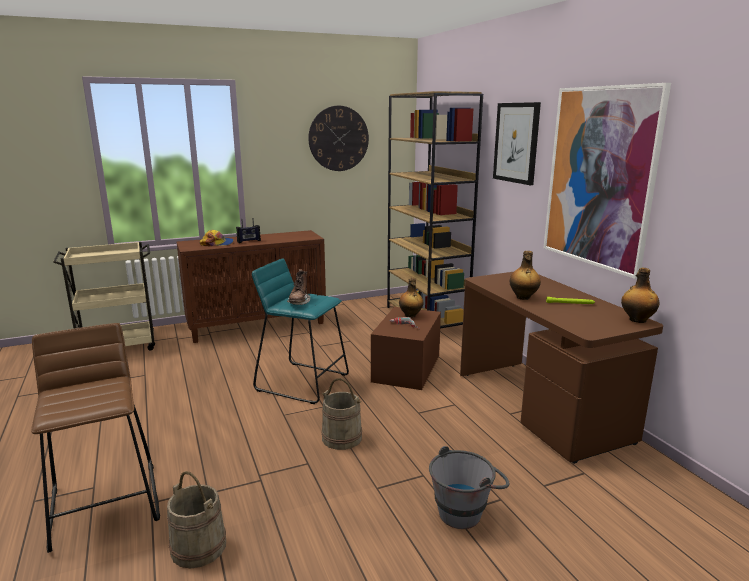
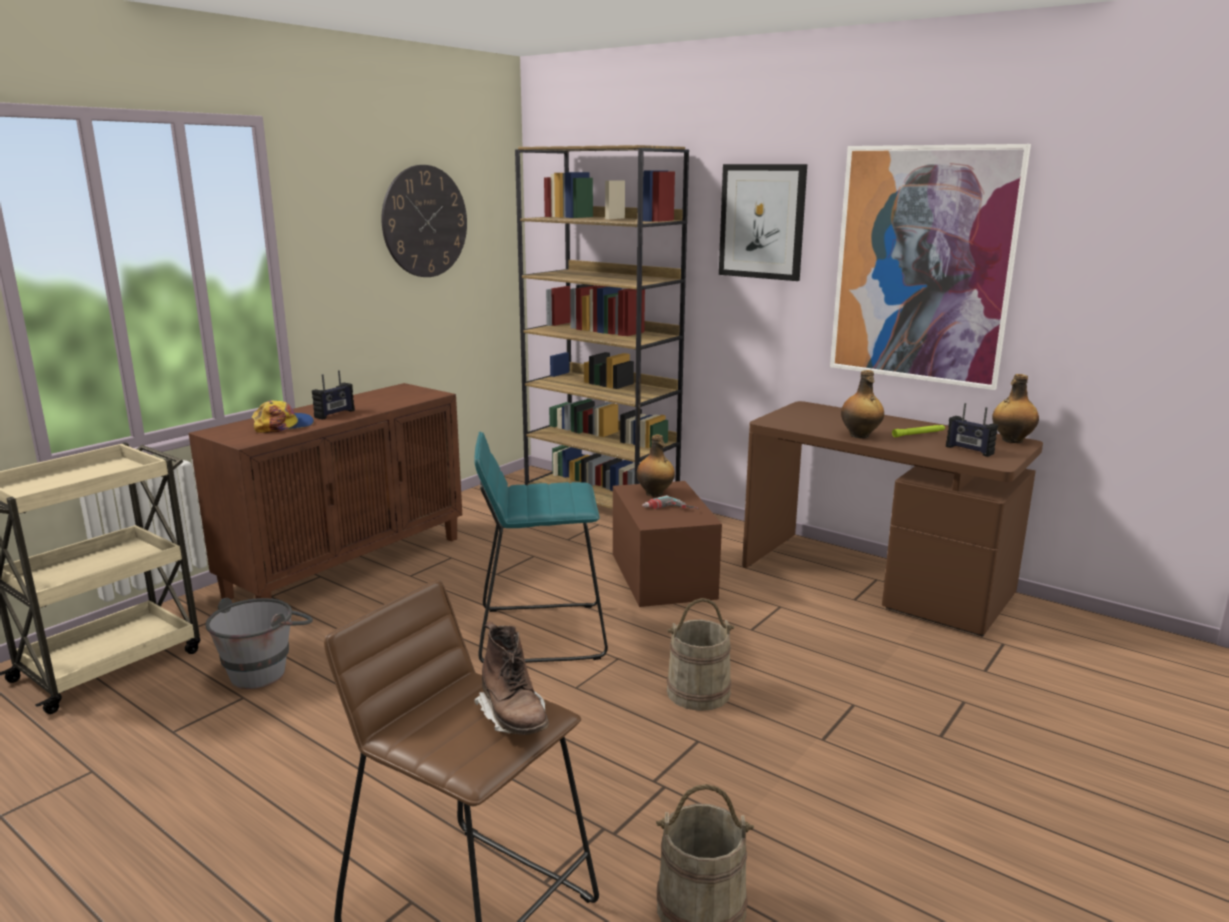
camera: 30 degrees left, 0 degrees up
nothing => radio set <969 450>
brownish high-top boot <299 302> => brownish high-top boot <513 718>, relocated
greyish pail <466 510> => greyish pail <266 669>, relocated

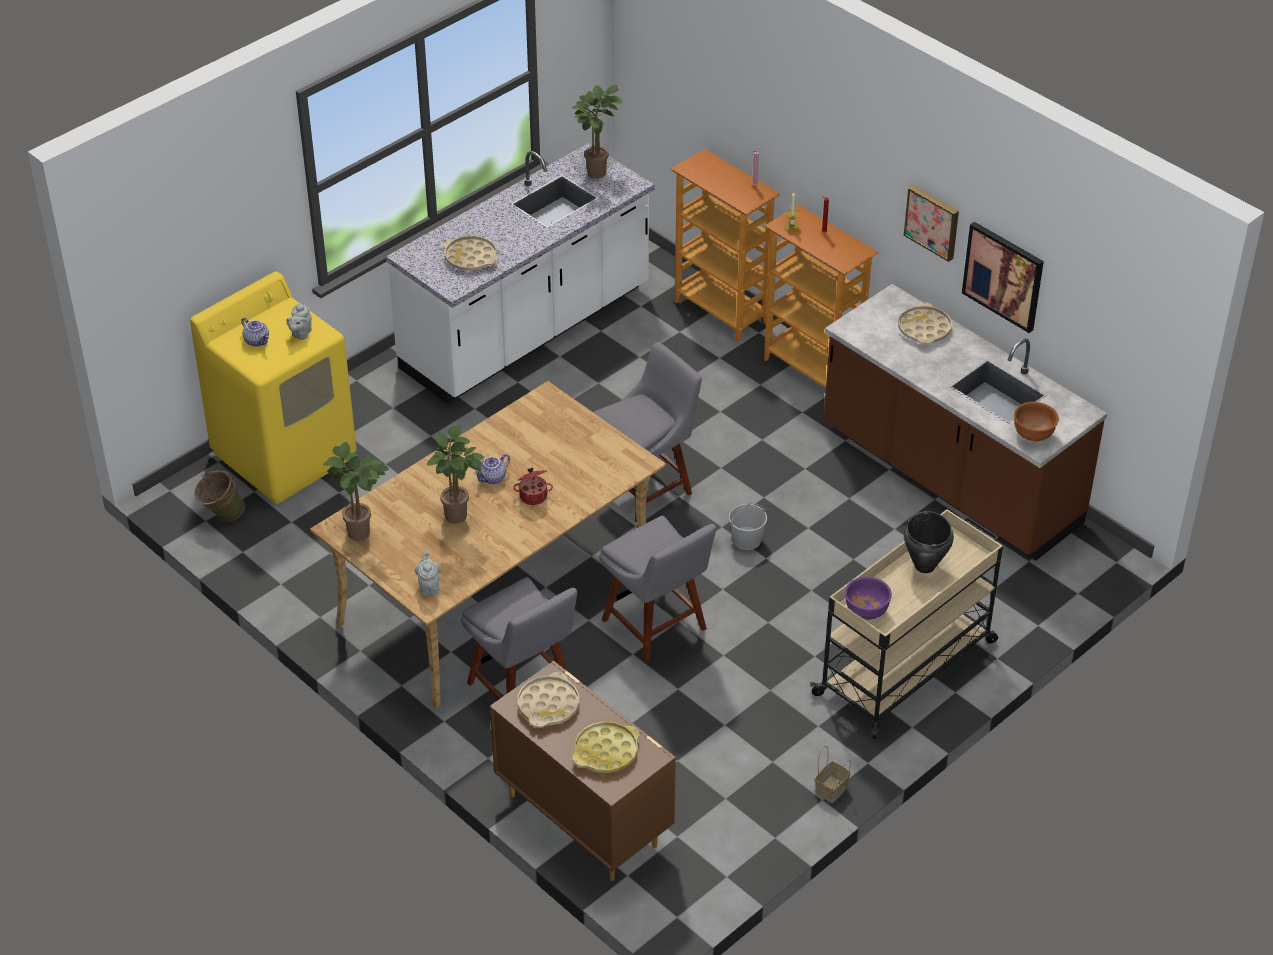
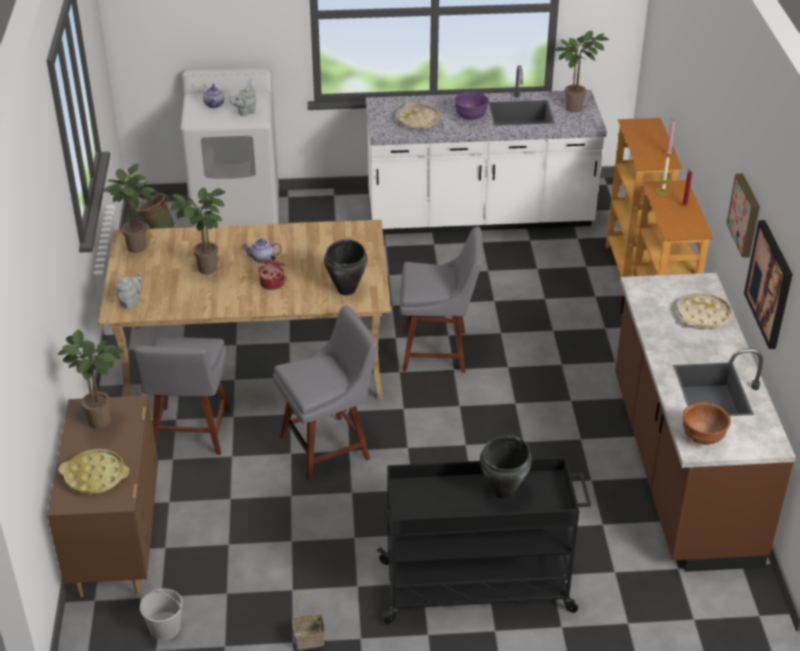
camera: 40 degrees right, 5 degrees down
nothing => blackish stockpot <347 290>
white-coloured pail <746 540> => white-coloured pail <164 627>, relocated
purple-coloured serving bowl <866 611> => purple-coloured serving bowl <471 117>, relocated
beige tray <548 705> => plant in a pot <103 422>
yellowish washing machine <285 454> => white-coloured washing machine <238 215>
beige trolley <907 667> => blackish trolley <478 586>
greyish plain chair <657 627> => greyish plain chair <329 446>, 120 degrees counterclockwise

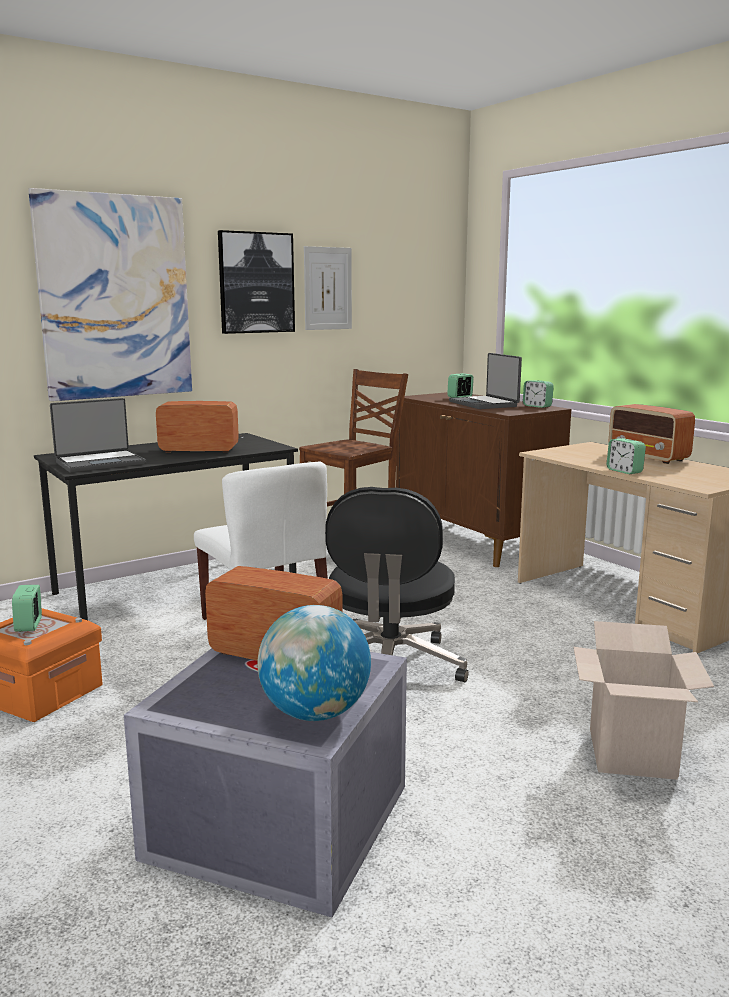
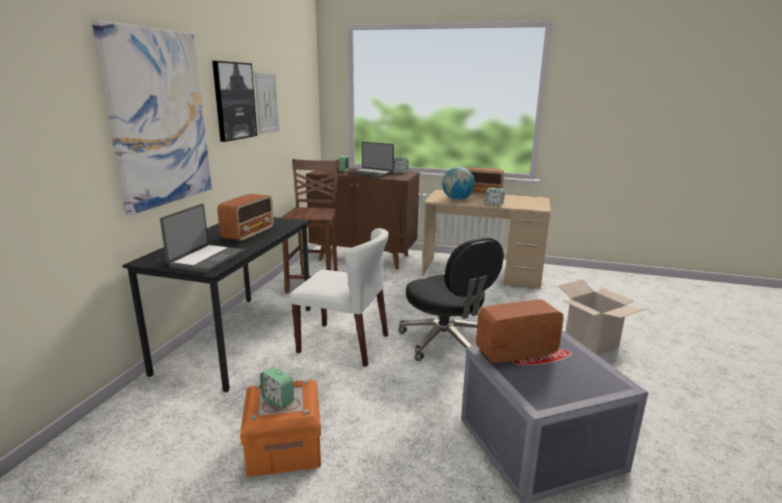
camera: 40 degrees left, 5 degrees up
desk globe <315 713> => desk globe <457 199>, relocated
radio set <198 450> => radio set <249 234>, 150 degrees clockwise

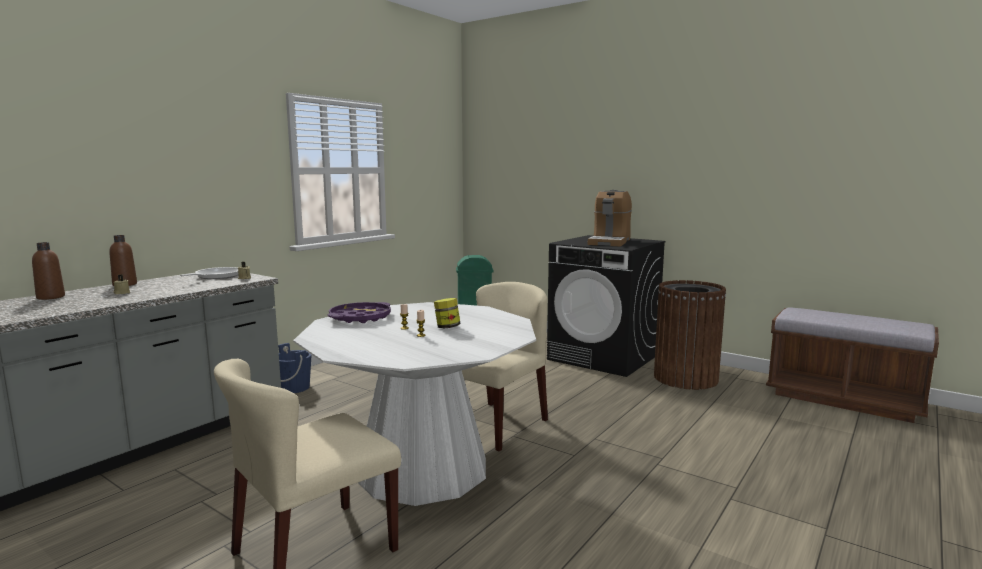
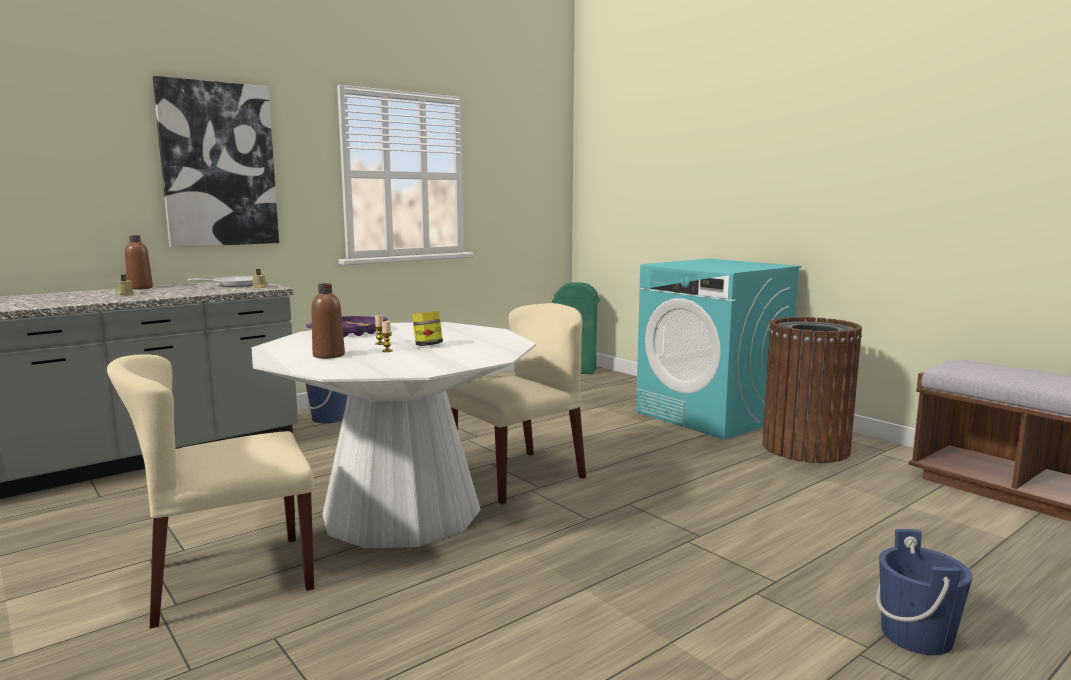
camera: 15 degrees right, 0 degrees up
coffee brewer <609 242> => nothing
nothing => wall picture <218 165>
nothing => bluish pail <916 635>
brownish beverage bottle <50 297> => brownish beverage bottle <328 355>, relocated
blackish washing machine <603 357> => turquoise washing machine <712 415>

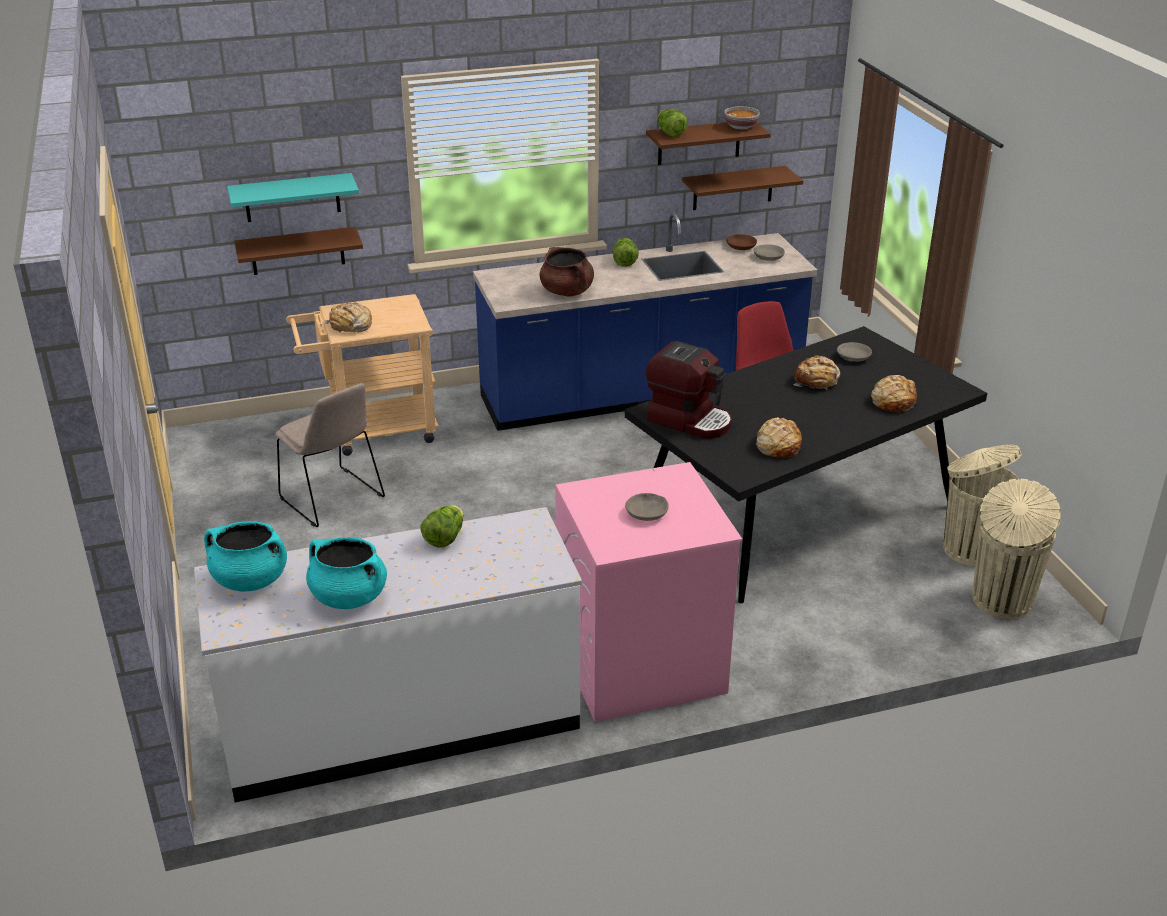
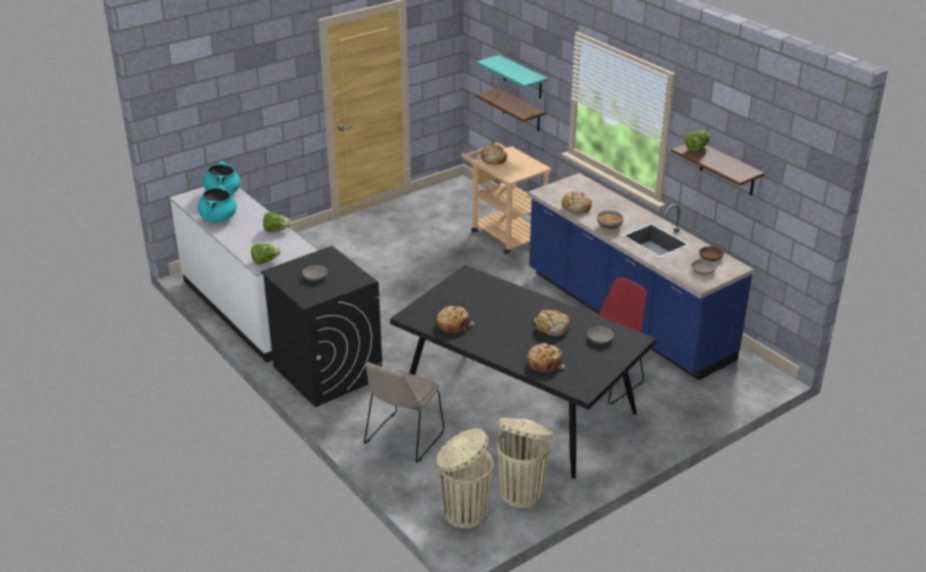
camera: 70 degrees right, 0 degrees up
coffee brewer <690 420> => nothing
brownish bracket shelf <733 188> => nothing
beige plain chair <333 499> => beige plain chair <403 439>, relocated
lettuce <624 262> => lettuce <265 261>, relocated
serving bowl <741 126> => serving bowl <609 226>, relocated
brownish stockpot <567 292> => baked bread <575 207>
pink-coloured washing machine <639 665> => blackish washing machine <327 371>

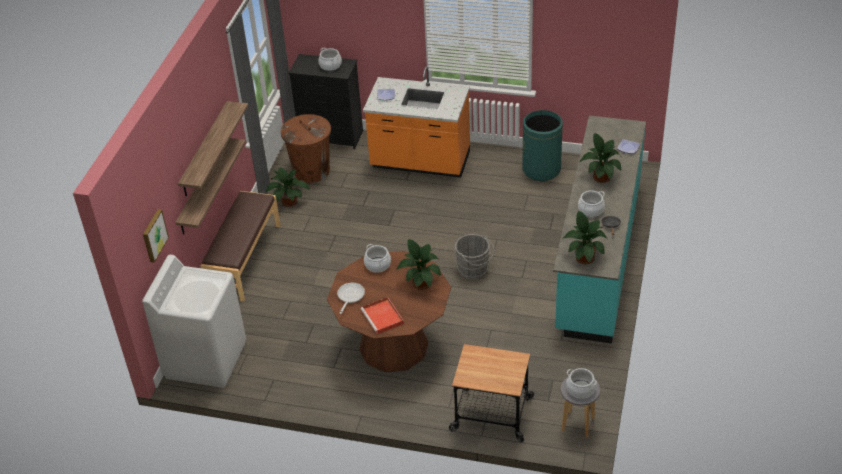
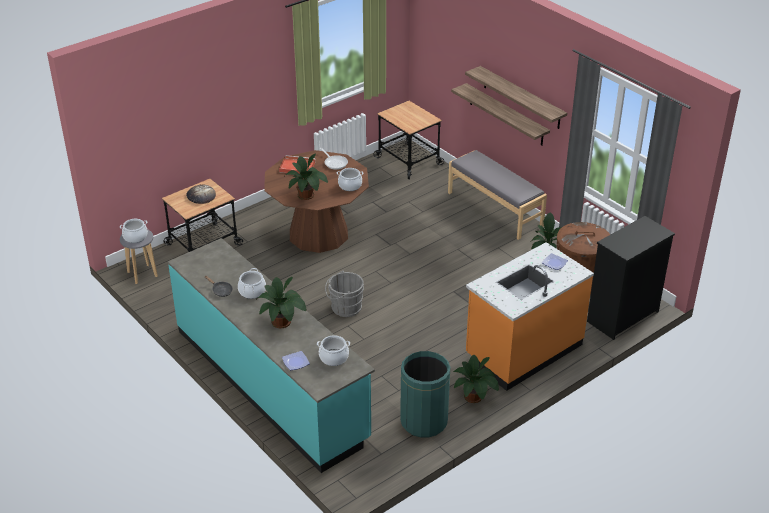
camera: 125 degrees right, 5 degrees down
wall picture <153 235> => nothing
nothing => baked bread <201 196>
stockpot <330 65> => stockpot <334 358>, relocated
plant in a pot <584 256> => plant in a pot <474 397>, relocated
white-coloured washing machine <205 359> => trolley <409 160>
brownish bench <244 259> => greyish bench <495 209>

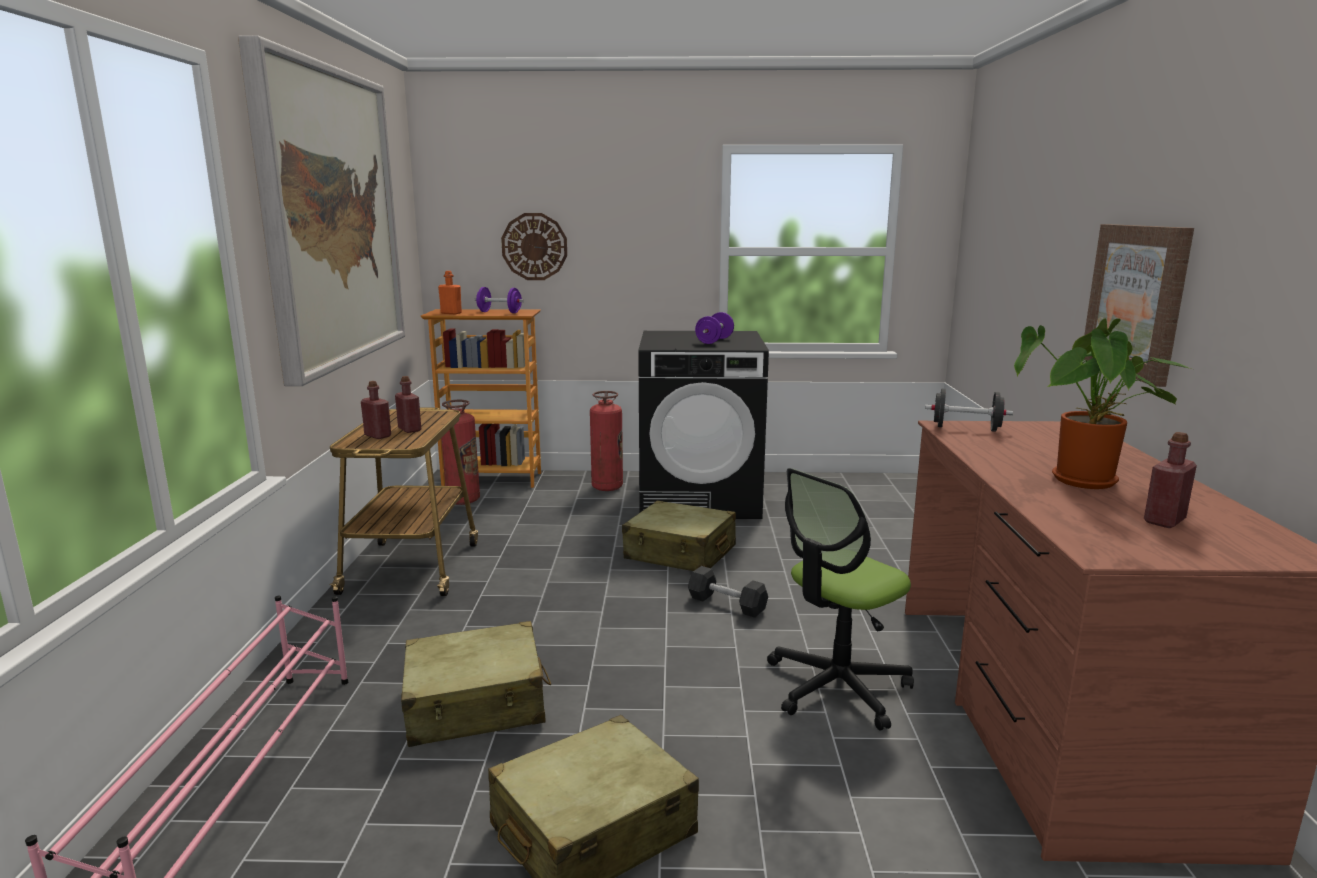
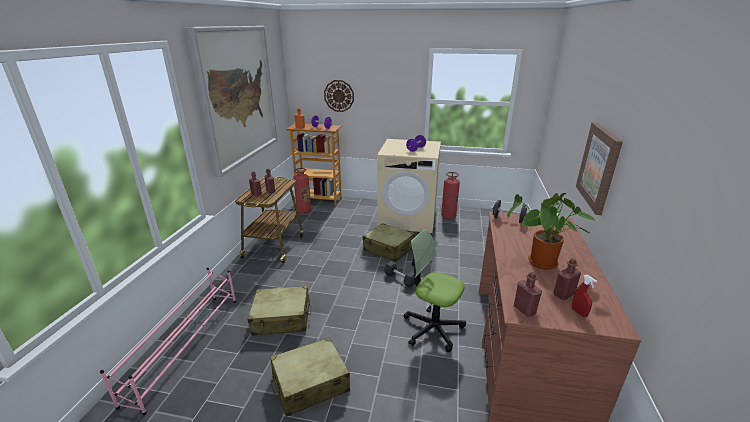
camera: 10 degrees right, 10 degrees up
nothing => red-coloured beverage bottle <524 310>
nothing => red-coloured hand sprayer <579 312>
extinguisher <607 487> => extinguisher <448 216>, relocated
blackish washing machine <700 498> => beige washing machine <408 218>
desk chair <837 687> => desk chair <432 328>, 60 degrees clockwise

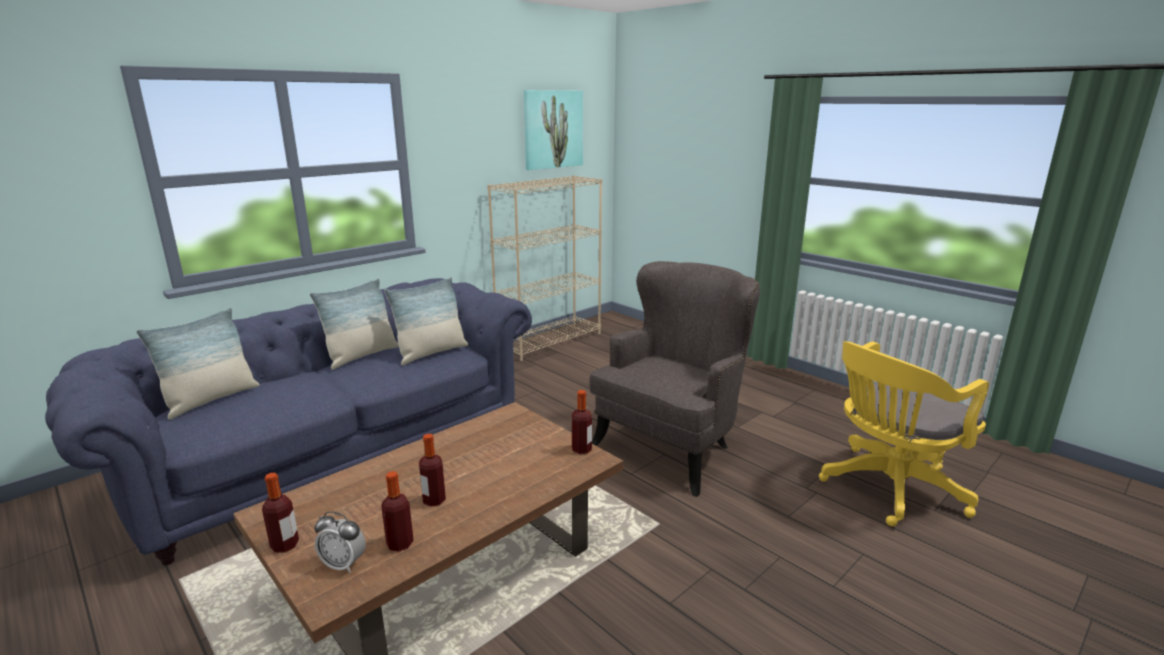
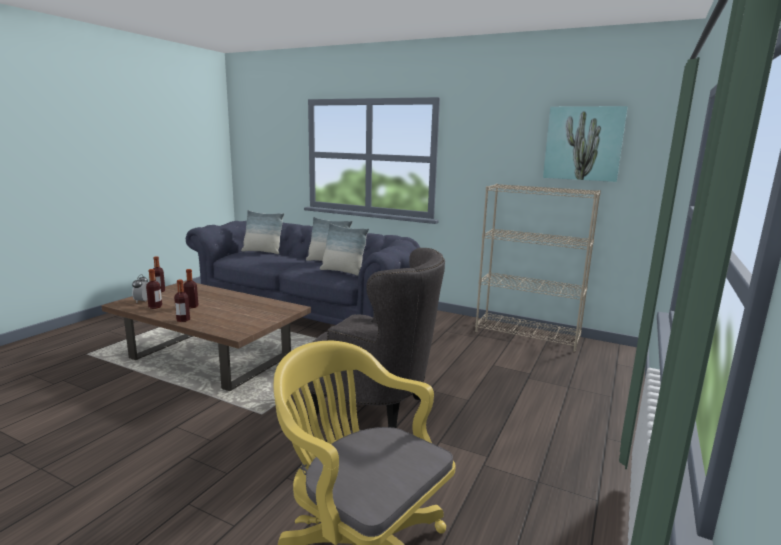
camera: 70 degrees right, 5 degrees down
beverage bottle <581 449> => beverage bottle <183 320>, relocated

